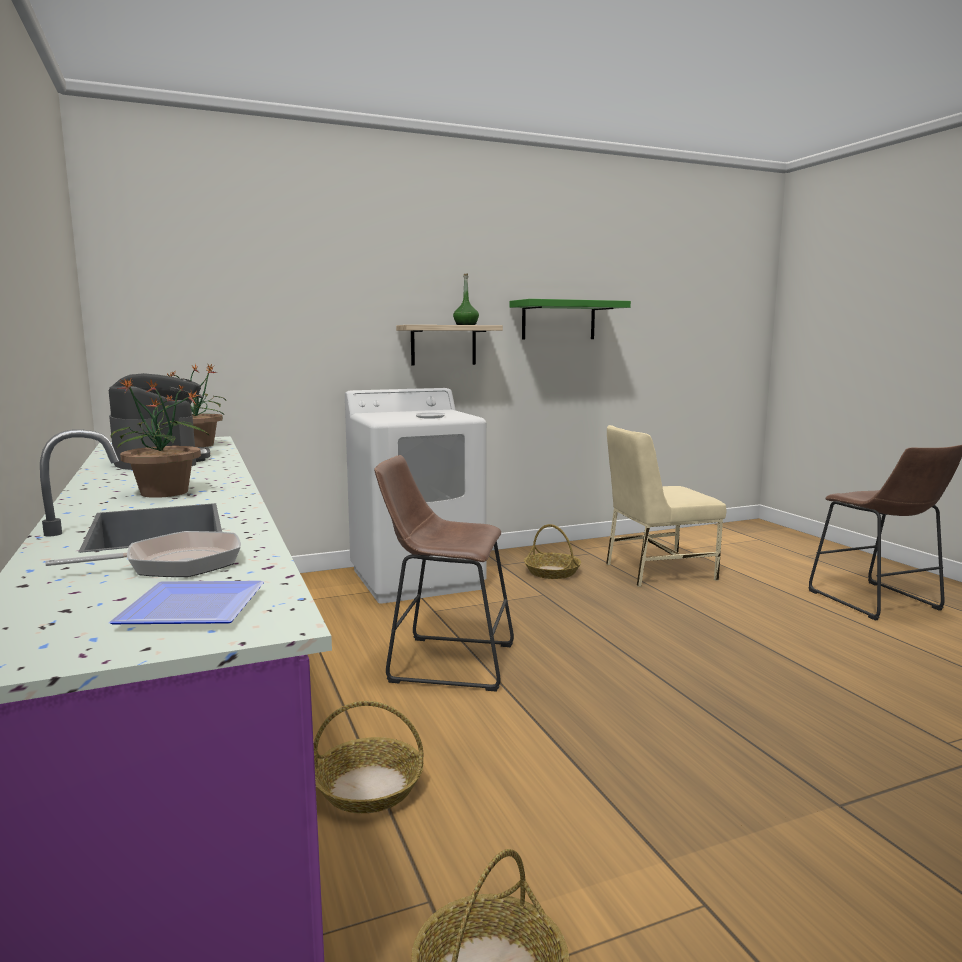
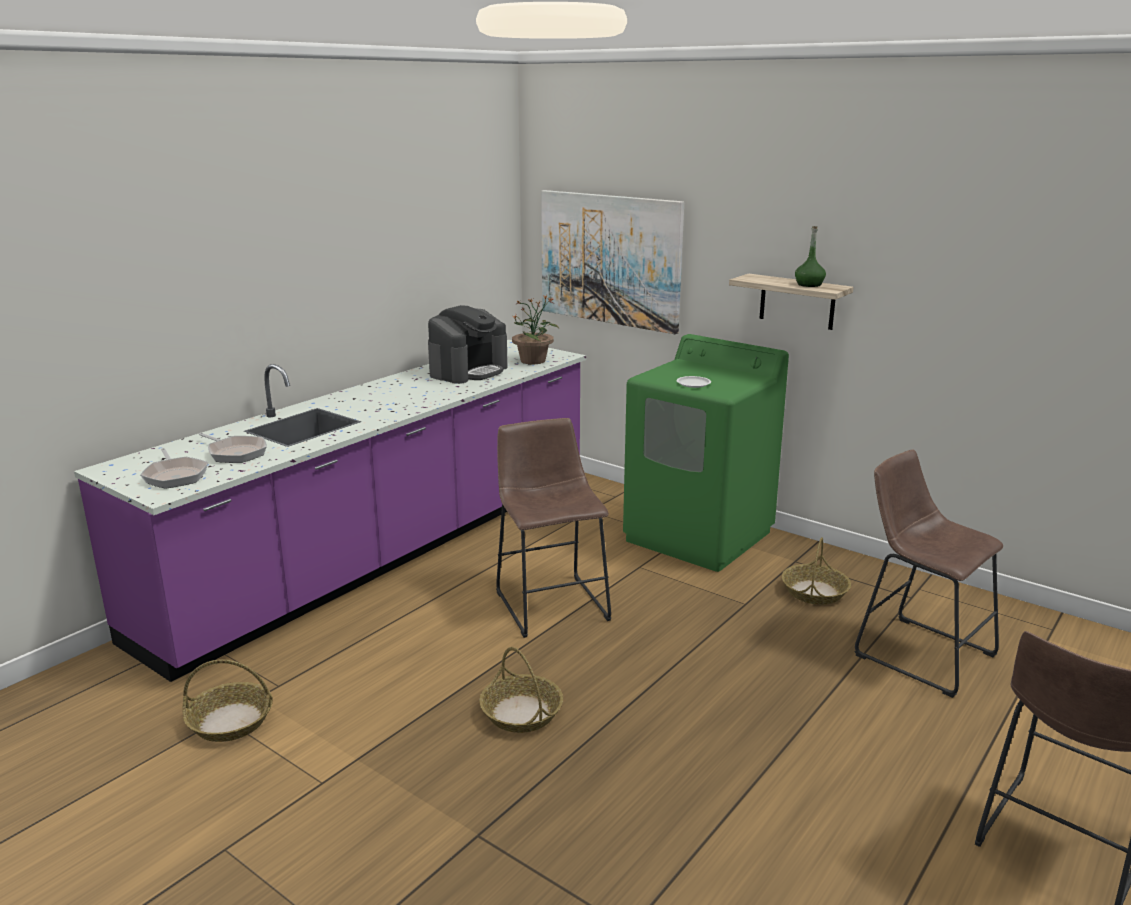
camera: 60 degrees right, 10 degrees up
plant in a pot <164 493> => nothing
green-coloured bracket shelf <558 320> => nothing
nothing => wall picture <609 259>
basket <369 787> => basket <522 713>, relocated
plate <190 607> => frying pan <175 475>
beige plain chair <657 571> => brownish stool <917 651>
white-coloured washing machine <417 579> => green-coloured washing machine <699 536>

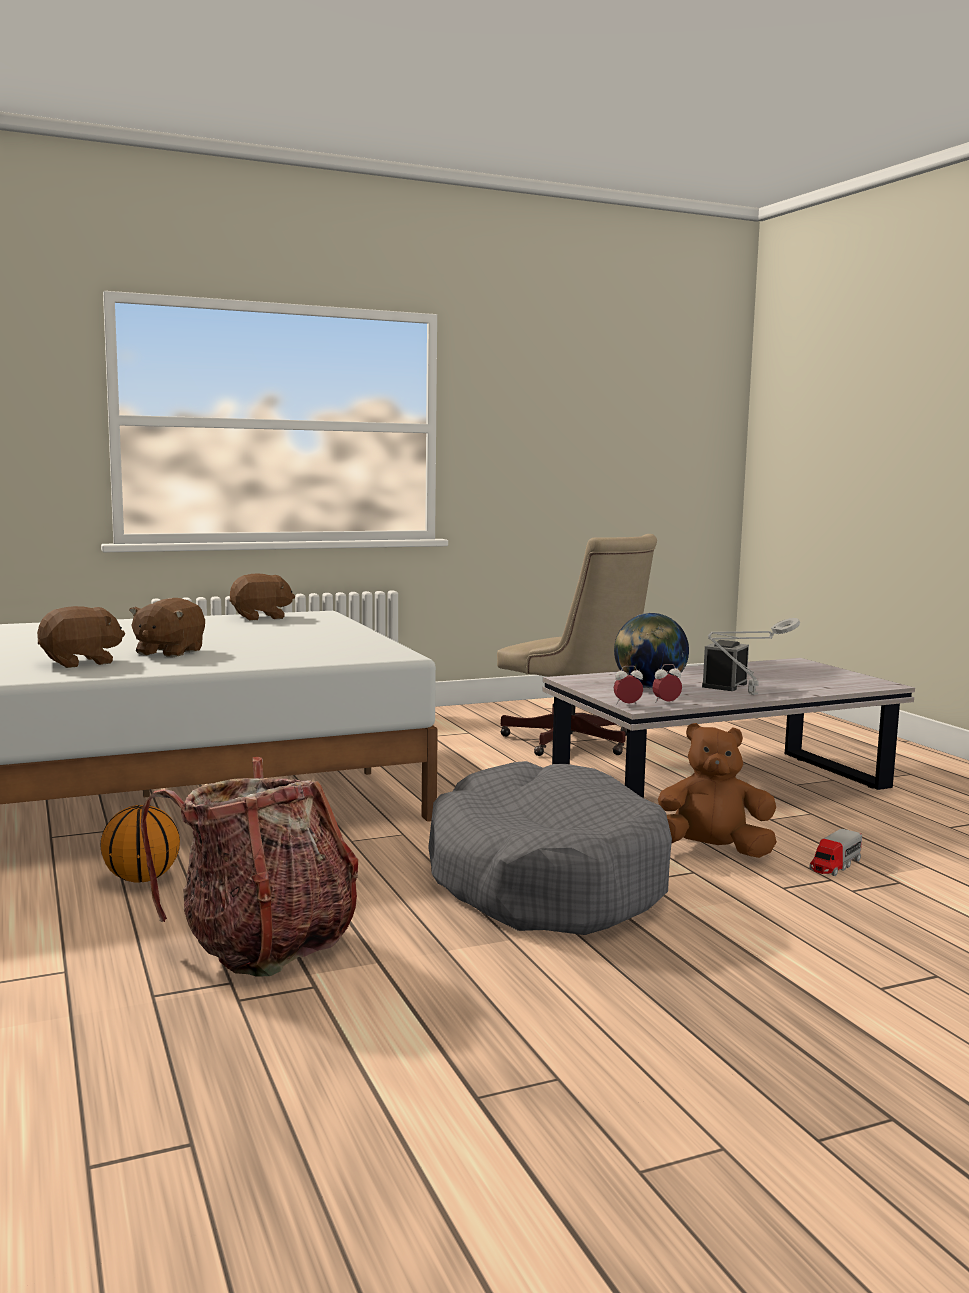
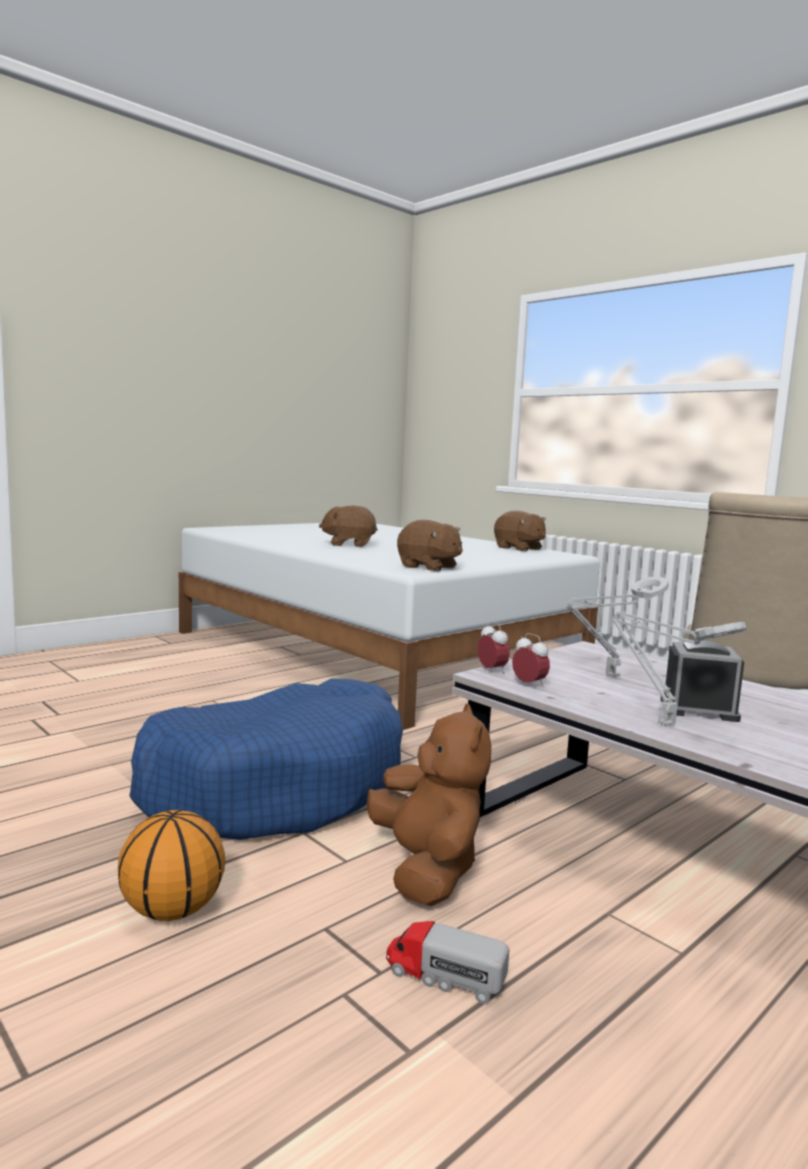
camera: 70 degrees right, 0 degrees up
knapsack <263 944> => nothing
brownish plush toy <81 662> => brownish plush toy <428 567>, relocated
basketball <142 878> => basketball <174 910>, relocated
desk globe <649 687> => greyish table lamp <609 676>
greyish dog bed <545 880> => bluish dog bed <277 786>

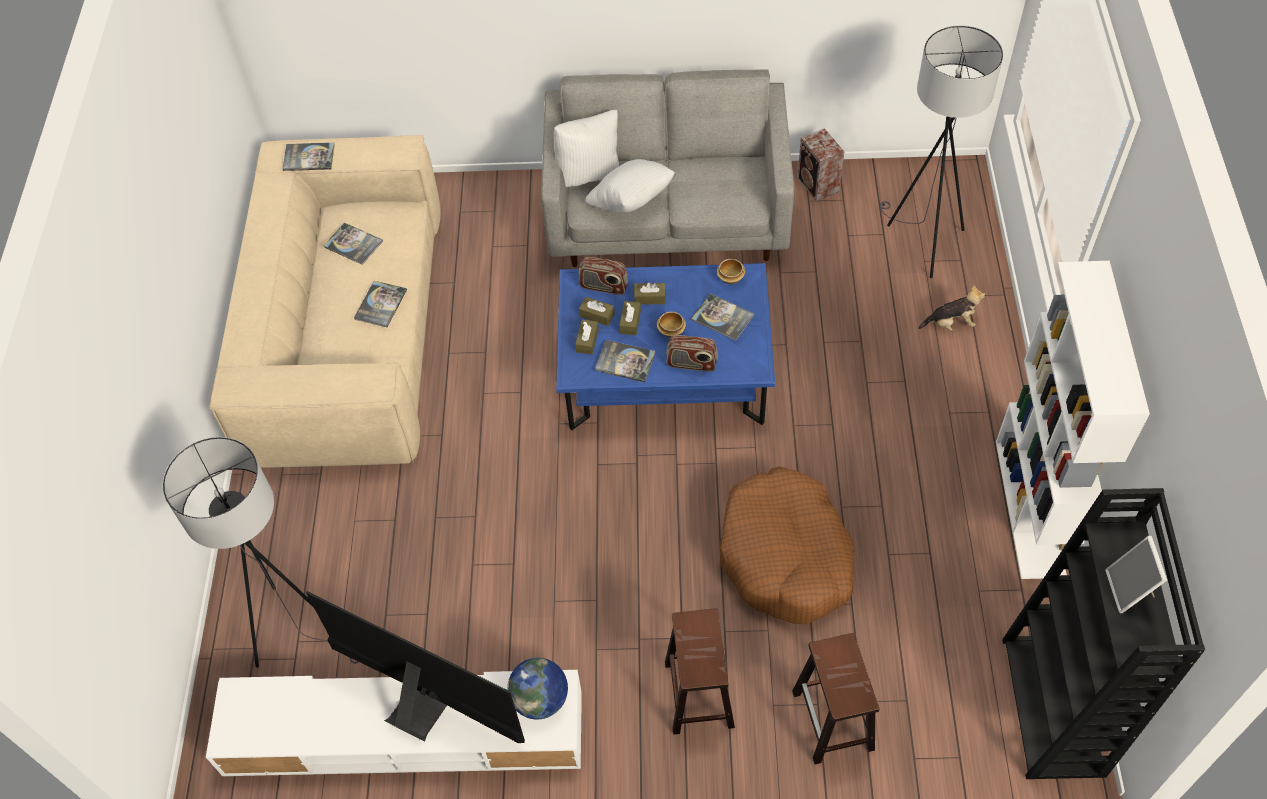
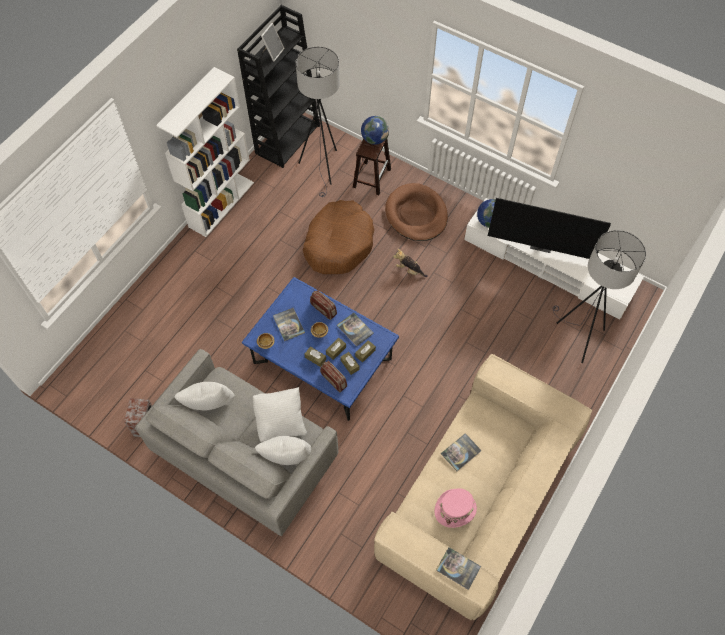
camera: 150 degrees left, 5 degrees up
nothing => white-coloured cushion <210 406>
nothing => desk globe <374 139>
greyish floor lamp <920 242> => greyish floor lamp <323 168>, relocated
plush toy <951 323> => plush toy <409 270>, relocated
book <353 244> => pink-coloured hat <455 509>
brownish stool <698 693> => brownish dog bed <416 214>
TV set <421 707> => TV set <541 245>, 45 degrees counterclockwise

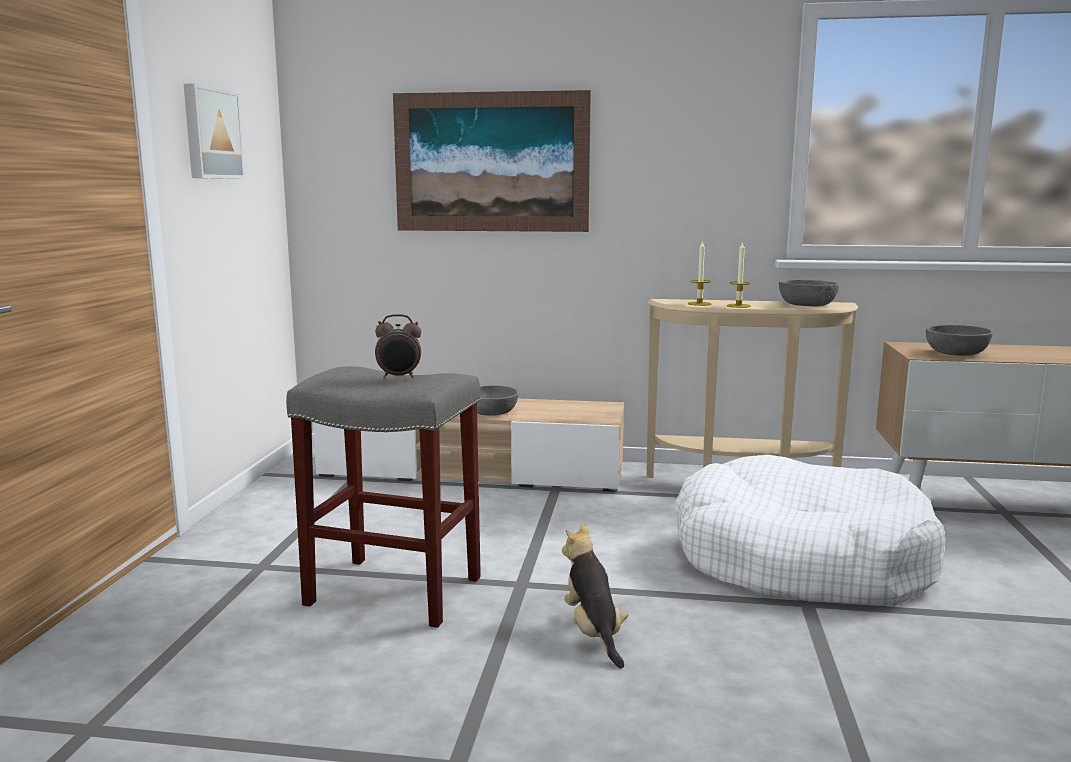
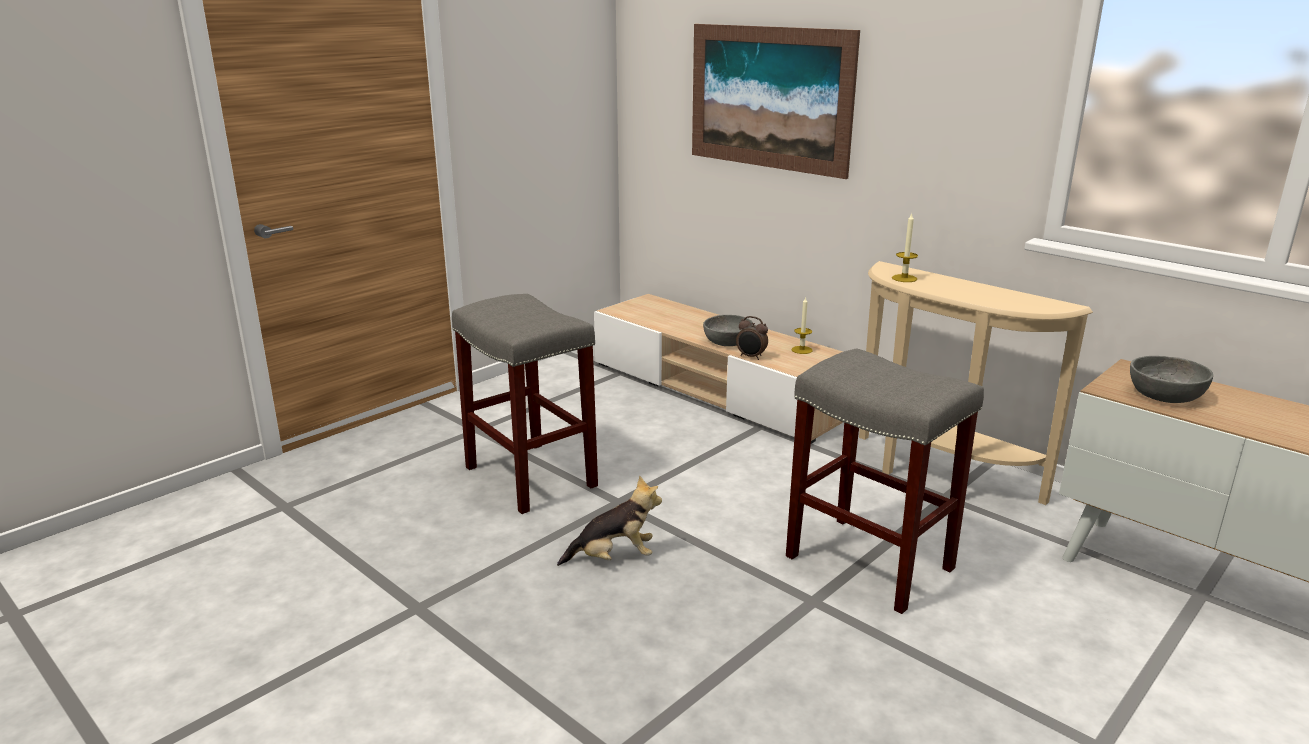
camera: 35 degrees right, 10 degrees up
wall picture <211 134> => nothing
greyish serving bowl <806 305> => nothing
bedside clock <399 377> => bedside clock <751 357>, relocated
candle <738 306> => candle <802 350>, relocated
white-coloured dog bed <800 560> => greyish stool <871 563>
plush toy <593 632> => plush toy <614 557>, 60 degrees clockwise

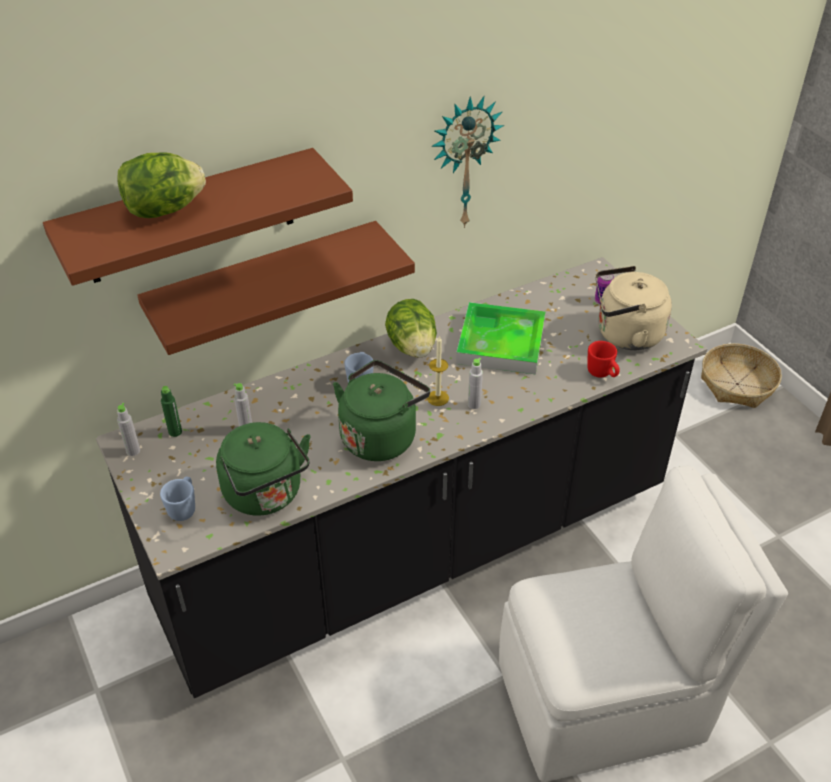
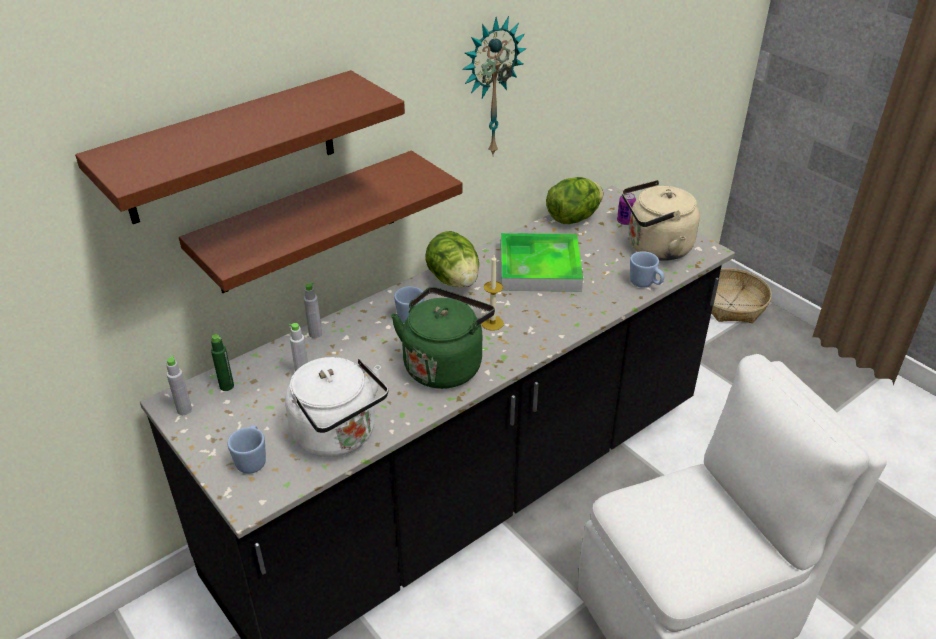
camera: 10 degrees left, 5 degrees down
lettuce <164 210> => lettuce <573 218>, relocated
greyish beverage bottle <474 404> => greyish beverage bottle <315 334>, relocated
green-coloured water kettle <266 495> => white-coloured water kettle <339 436>
red-coloured mug <602 374> => bluish mug <645 284>

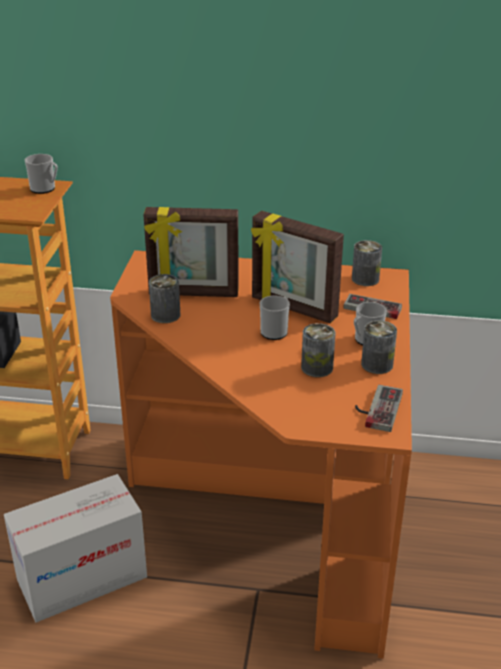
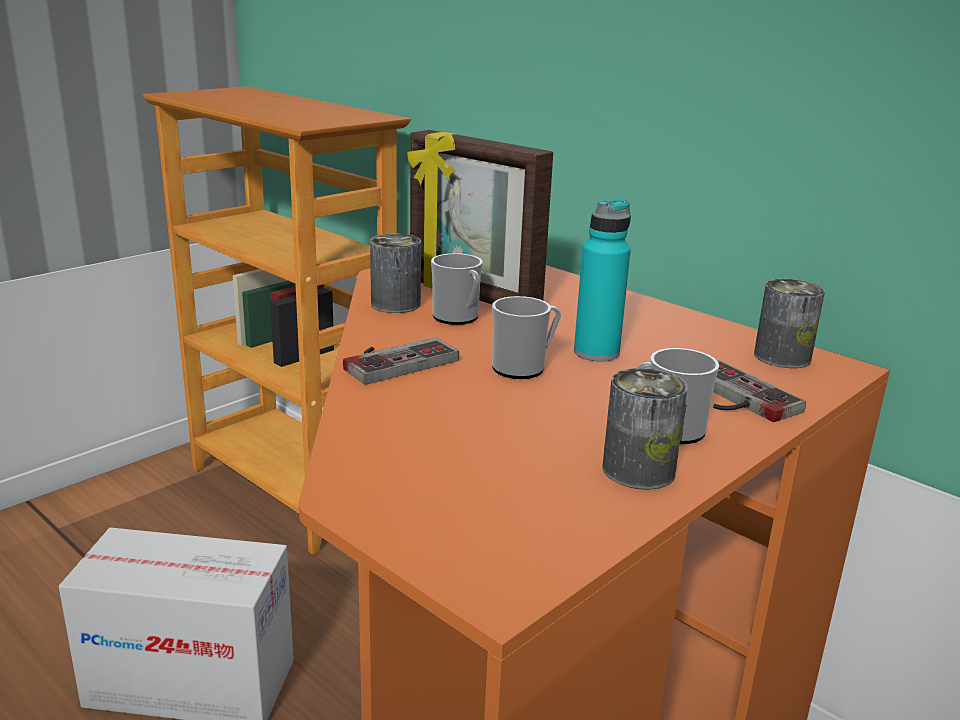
camera: 35 degrees right, 10 degrees down
can <317 367> => nothing
mug <45 189> => mug <458 318>, relocated
joypad <376 408> => joypad <394 360>, relocated
photo frame <293 308> => turquoise beverage bottle <596 352>

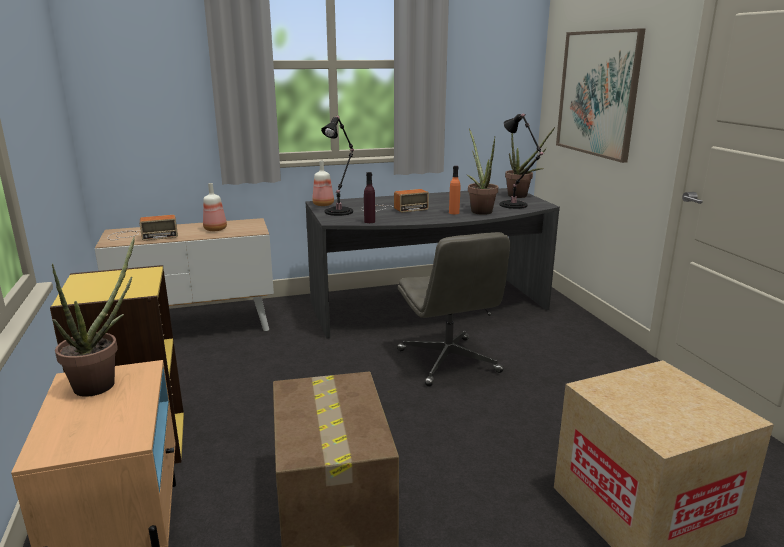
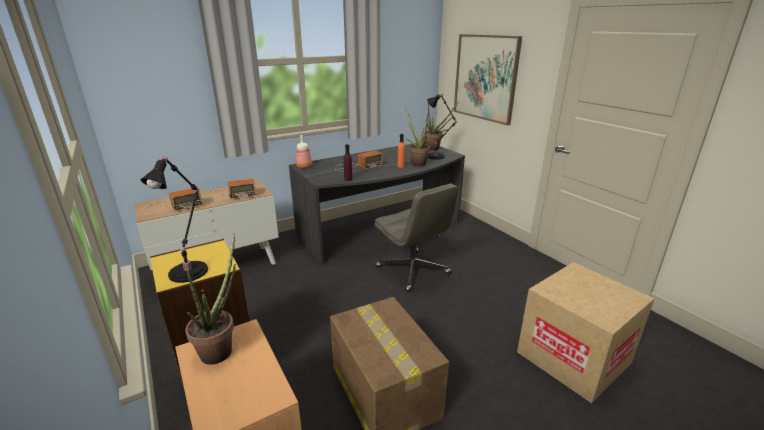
camera: 15 degrees left, 5 degrees up
blackish table lamp <340 211> => blackish table lamp <190 270>, relocated
beverage bottle <216 229> => radio set <228 194>

